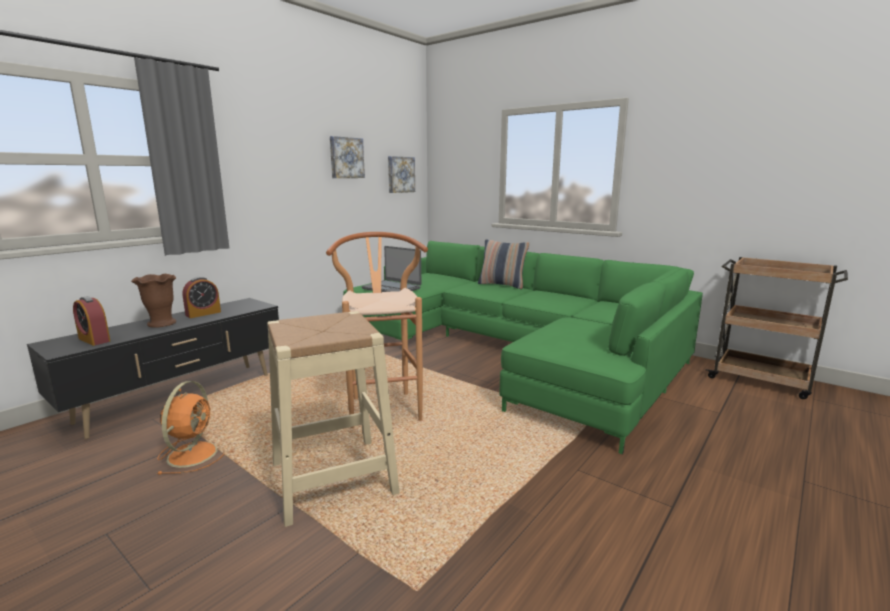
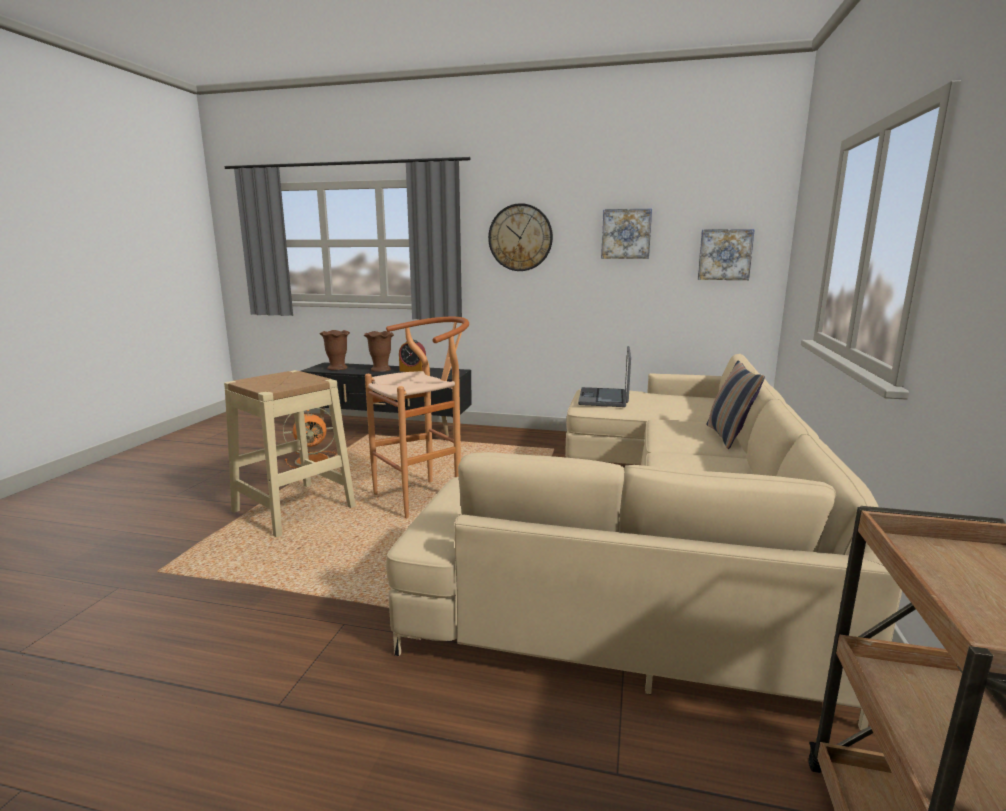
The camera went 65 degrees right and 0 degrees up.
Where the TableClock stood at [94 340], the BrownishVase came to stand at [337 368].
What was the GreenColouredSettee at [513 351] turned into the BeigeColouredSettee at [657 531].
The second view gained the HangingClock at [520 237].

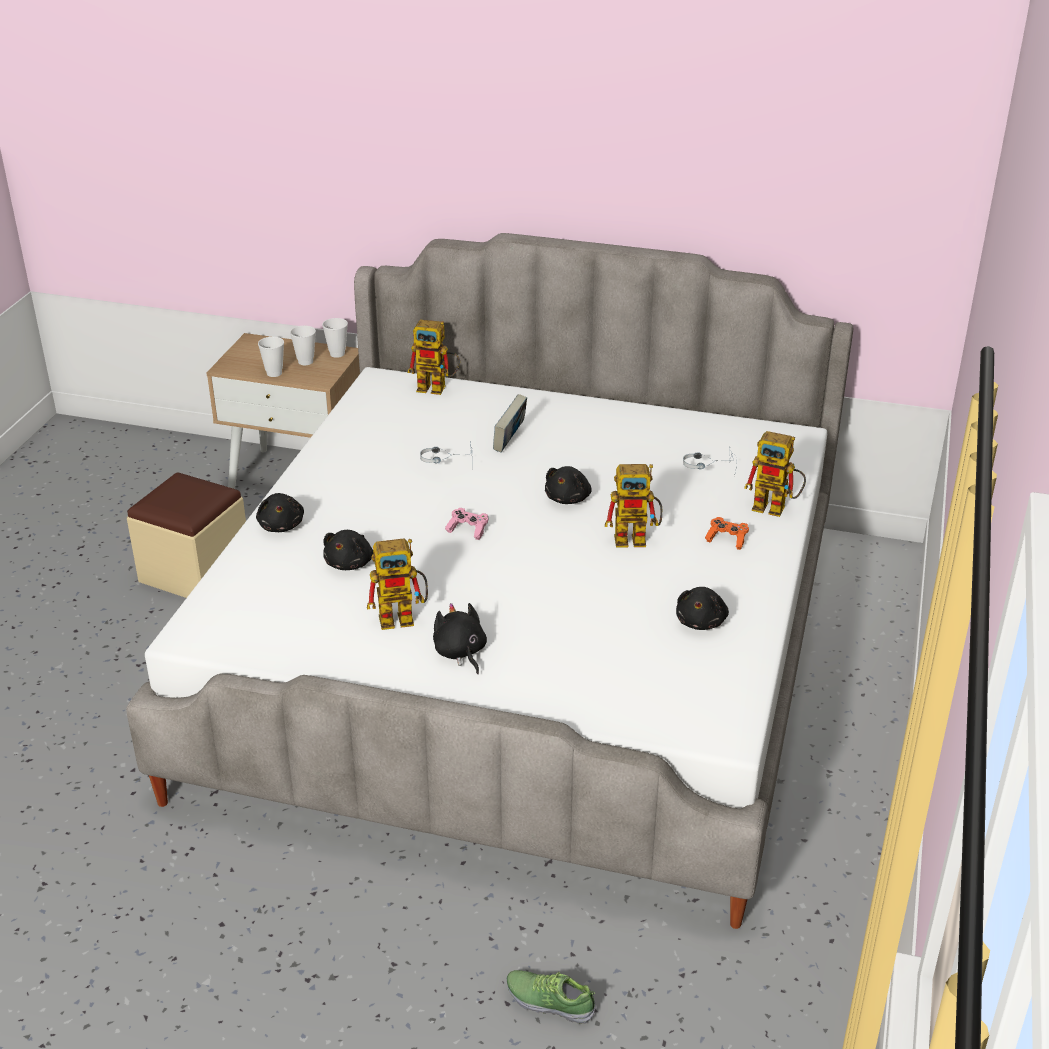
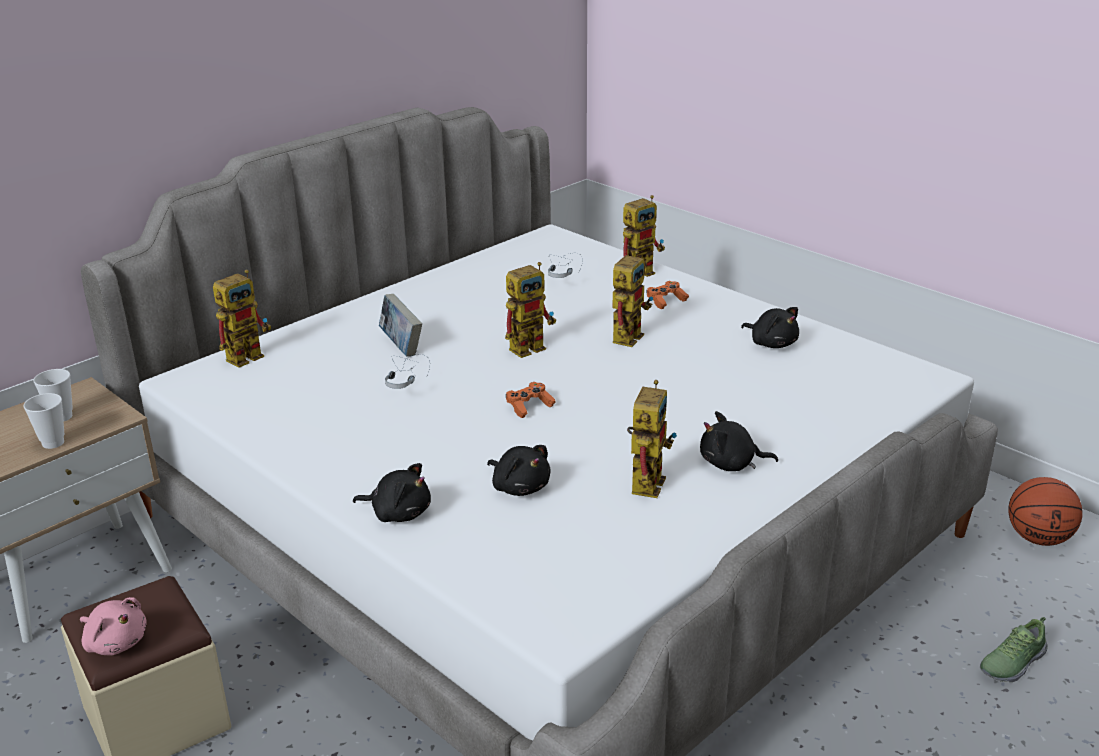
The camera went 60 degrees left and 5 degrees down.
The second view gained the PinkishPlushToy at [115 642].
Where the BlackColouredPlushToy stood at [568 498], the ModelRobot came to stand at [531 346].
What was the PinkishJoypad at [468 530] turned into the OrangeColouredJoypad at [529 406].
The second view gained the BasketballBall at [1038 538].
The second view lost the DrinkingCup at [337 354].

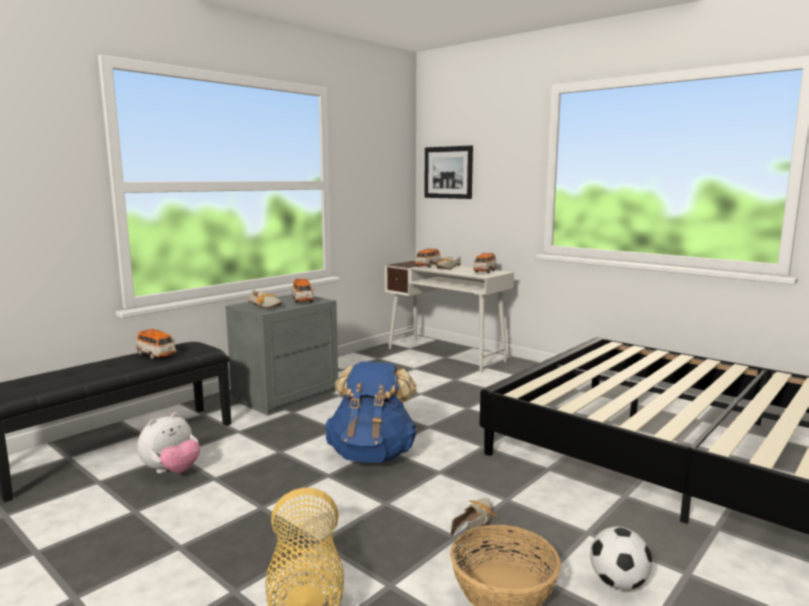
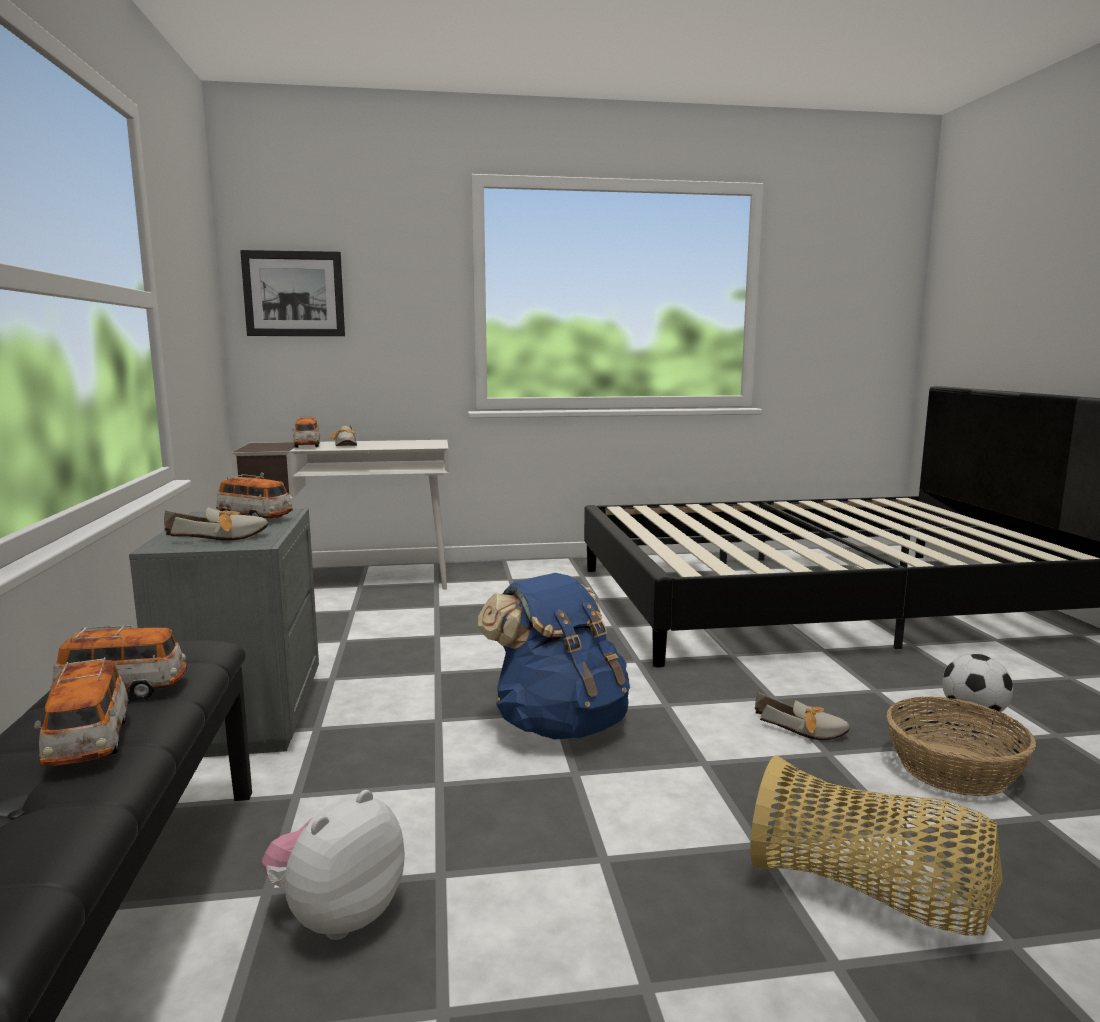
The camera went 50 degrees left and 0 degrees up.
The MiniatureCar ended up elsewhere, having gone from [485 271] to [89 744].
The PlushToy at [172 471] ended up facing another way, 135 degrees counterclockwise from before.
The ItemOfFootwear at [475 522] ended up facing another way, 135 degrees clockwise from before.

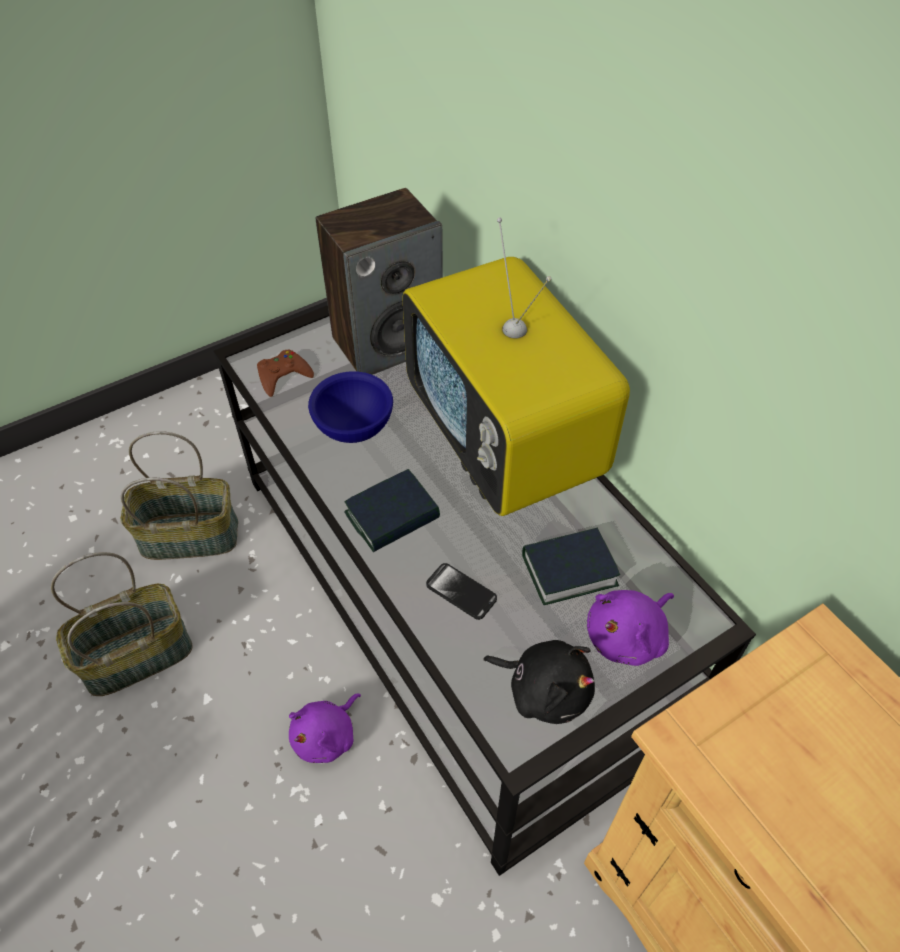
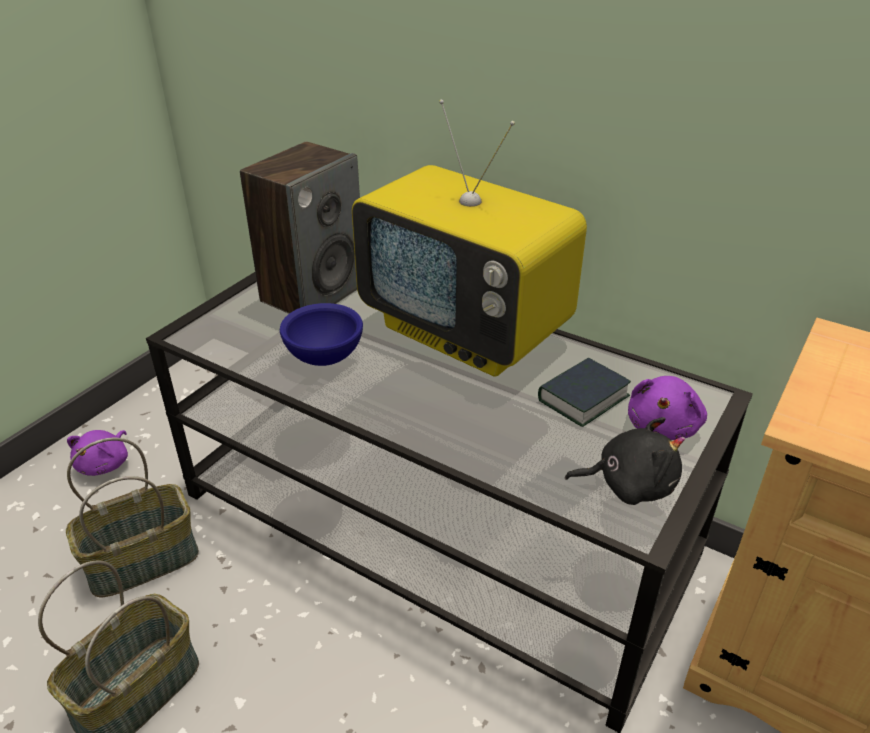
The camera went 25 degrees left and 15 degrees down.
The PurpleColouredPlushToy ended up elsewhere, having gone from [327 736] to [105 464].
The second view lost the BrownishJoypad at [283 376].
The second view lost the Volume at [392 516].
The second view lost the Handset at [461 592].

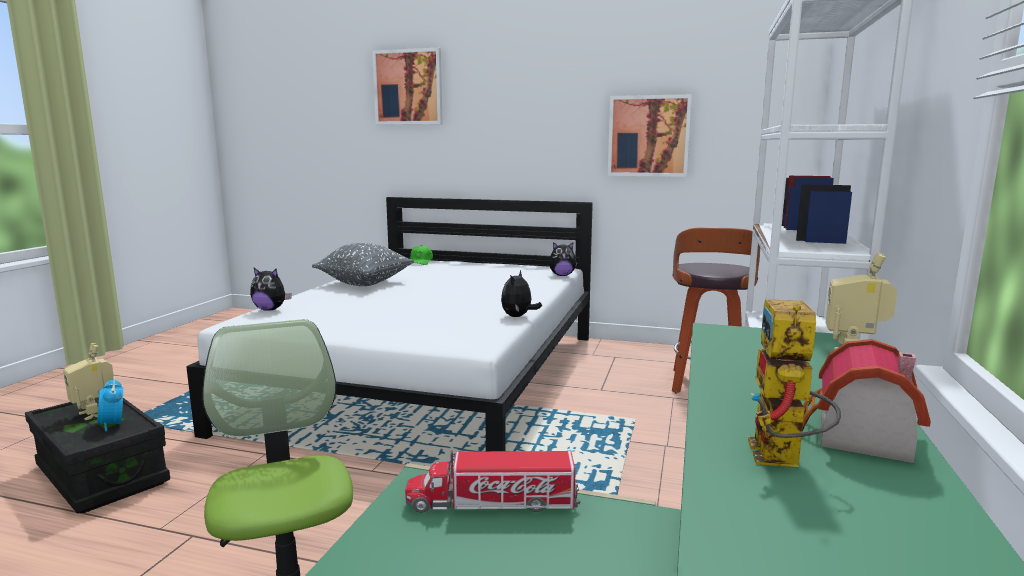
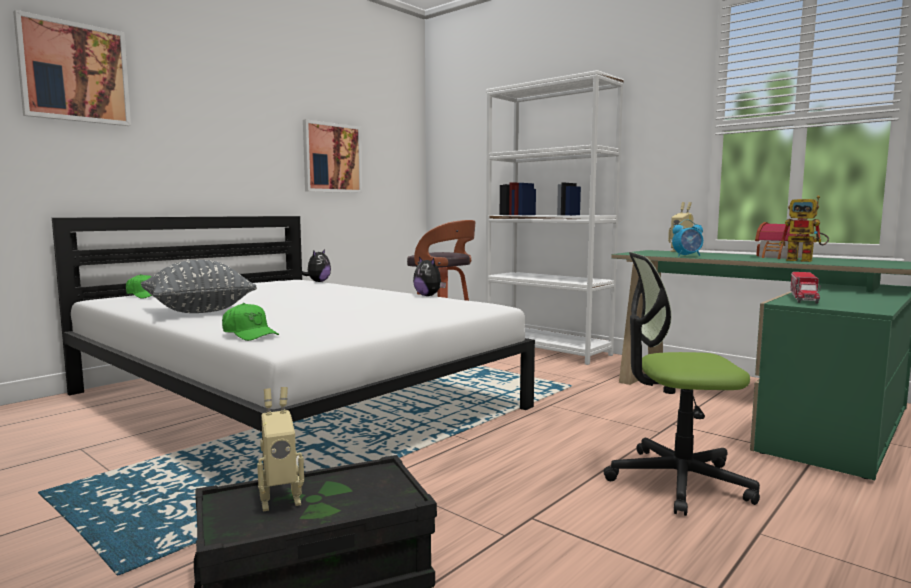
The camera went 65 degrees left and 5 degrees down.
Where the PlushToy stood at [270 309], the GreenColouredBaseballCap came to stand at [249 334].
The TableClock ended up elsewhere, having gone from [113 424] to [687 256].

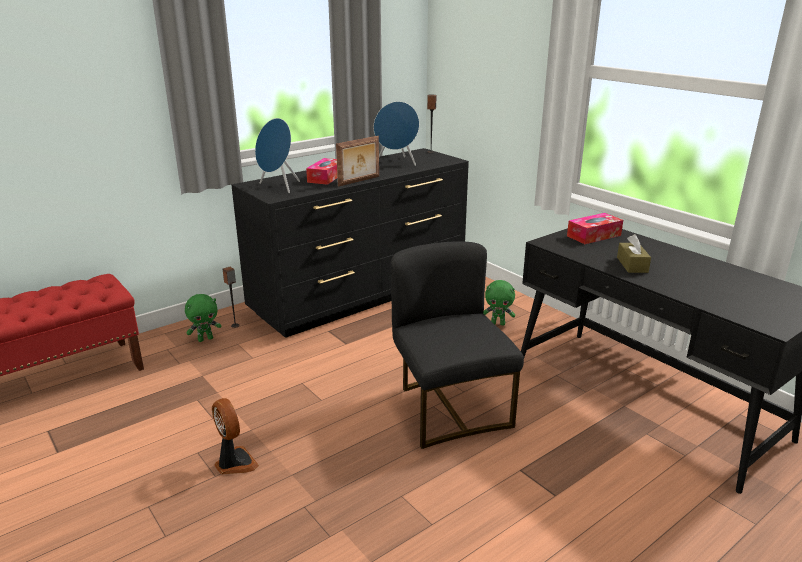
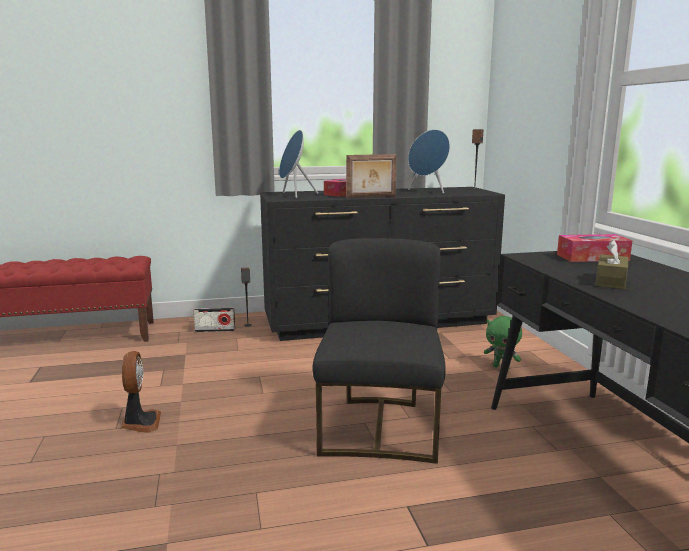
The camera went 25 degrees right and 10 degrees down.
Where the GreenColouredPlushToy stood at [205 339], the Radio came to stand at [215 330].

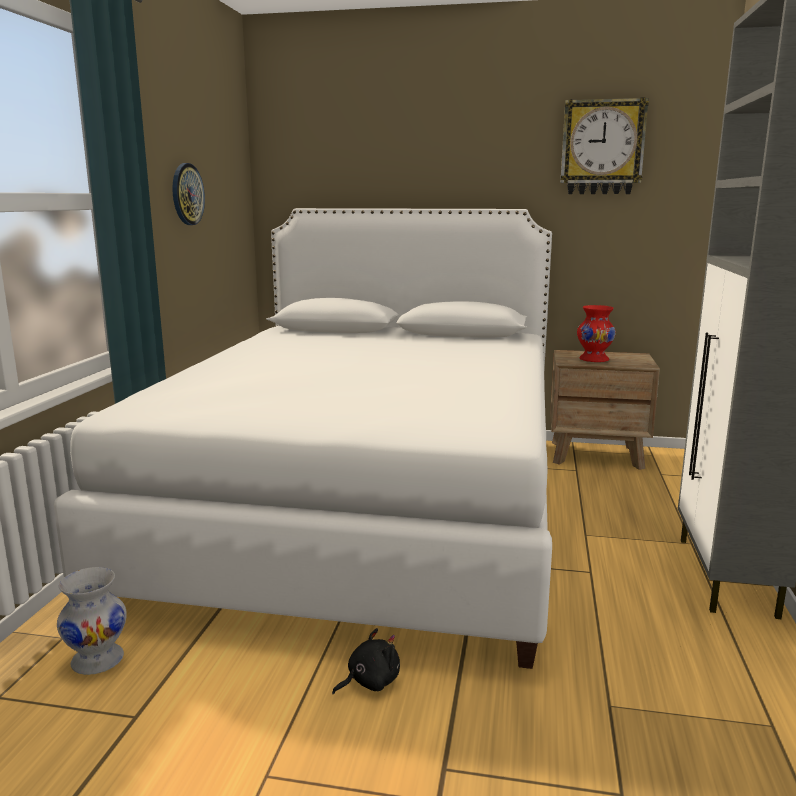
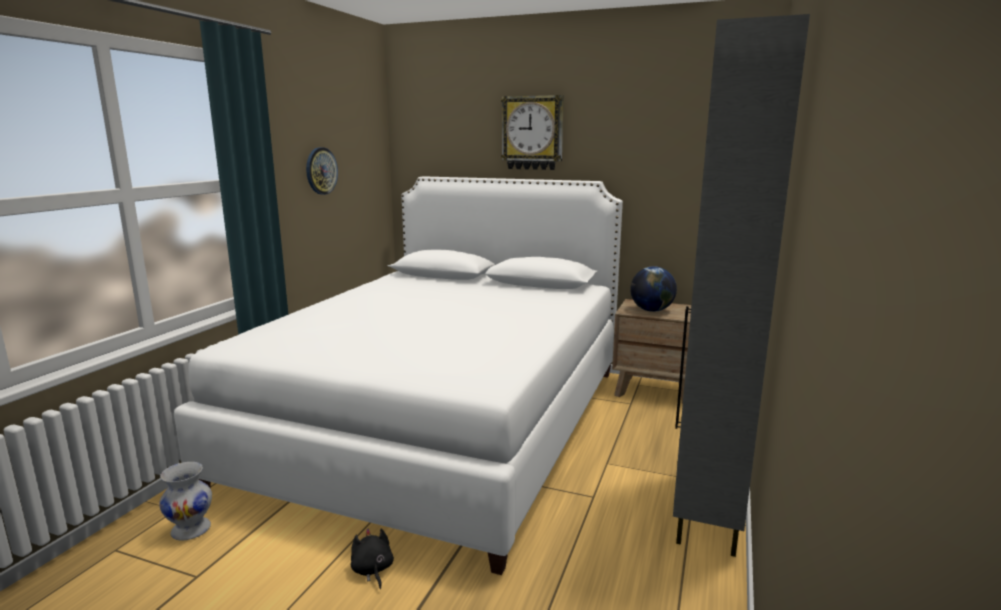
The camera went 10 degrees right and 0 degrees up.
The BlackColouredPlushToy at [370 681] ended up facing another way, 90 degrees counterclockwise from before.
The HangingClock ended up elsewhere, having gone from [602 147] to [532 133].
Where the RedColouredVase stood at [594 359], the WorldGlobe came to stand at [651 310].

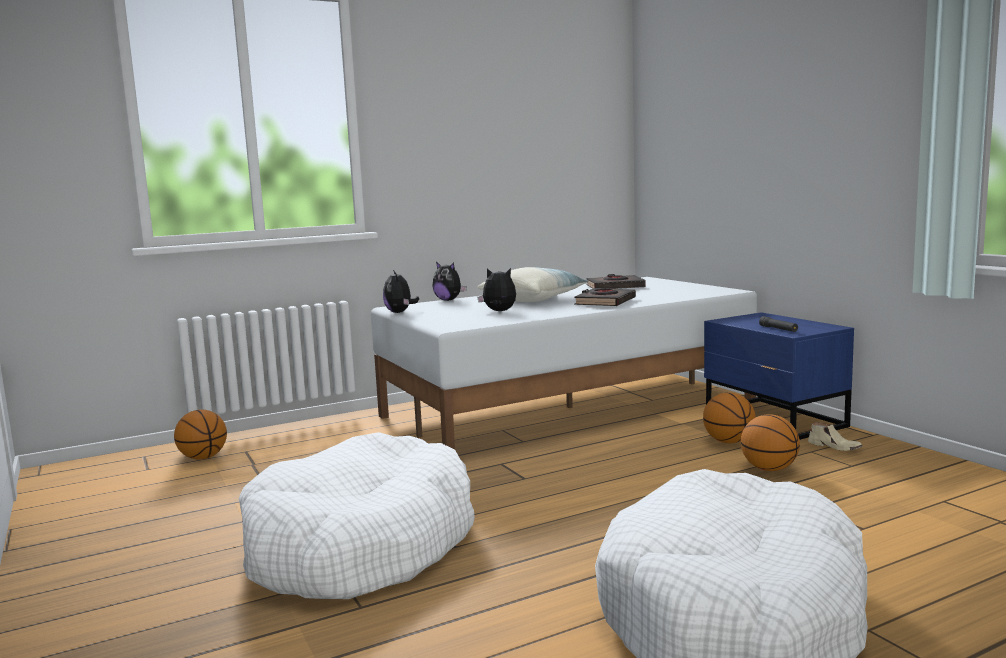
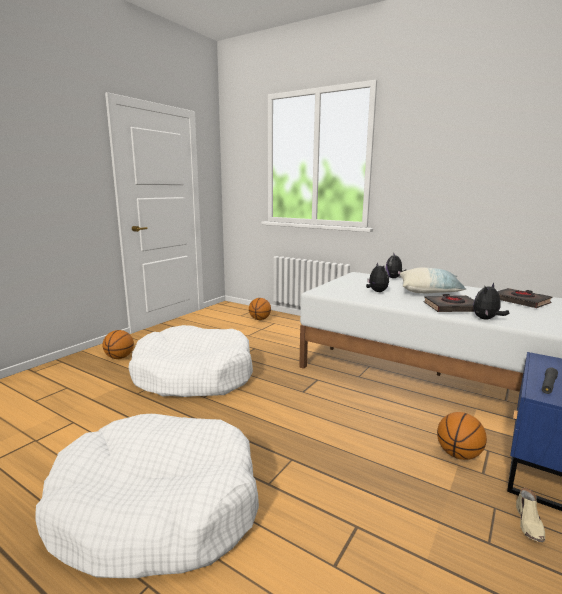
The camera went 60 degrees right and 5 degrees up.
The BasketballBall ended up elsewhere, having gone from [769 469] to [120 357].
The PlushToy ended up elsewhere, having gone from [400 312] to [486 319].

